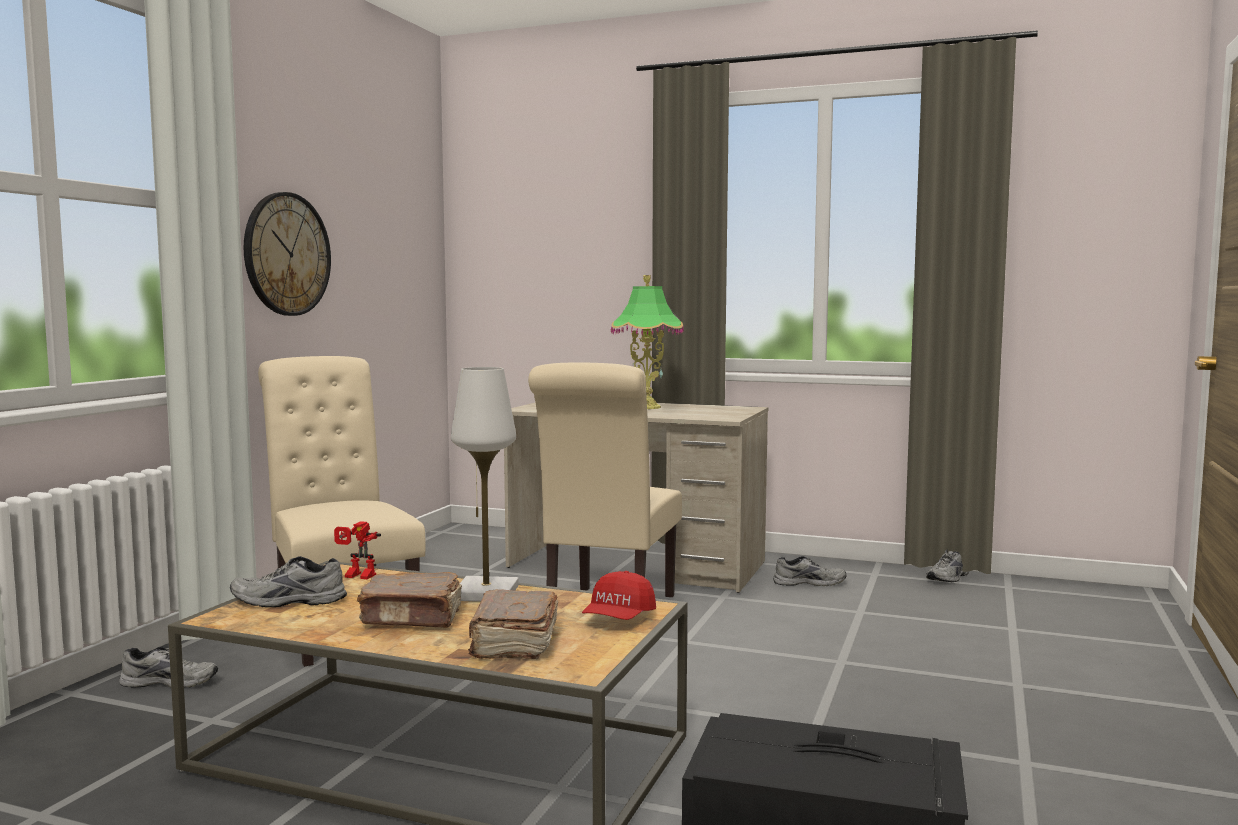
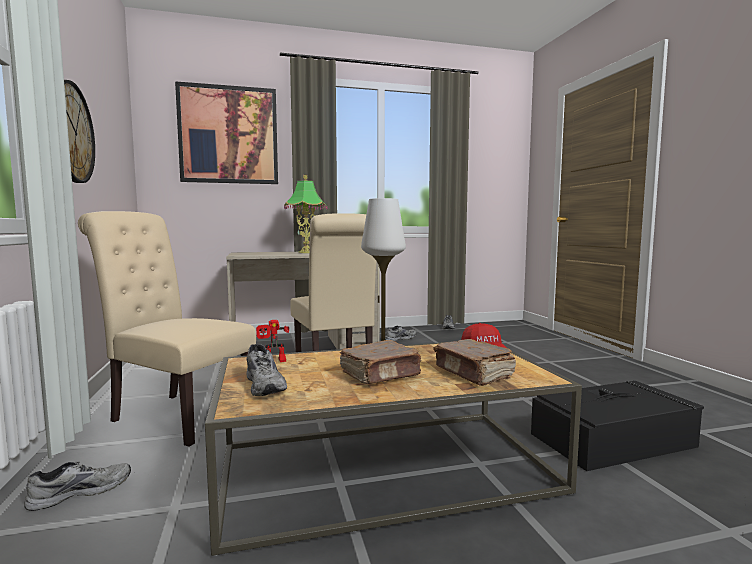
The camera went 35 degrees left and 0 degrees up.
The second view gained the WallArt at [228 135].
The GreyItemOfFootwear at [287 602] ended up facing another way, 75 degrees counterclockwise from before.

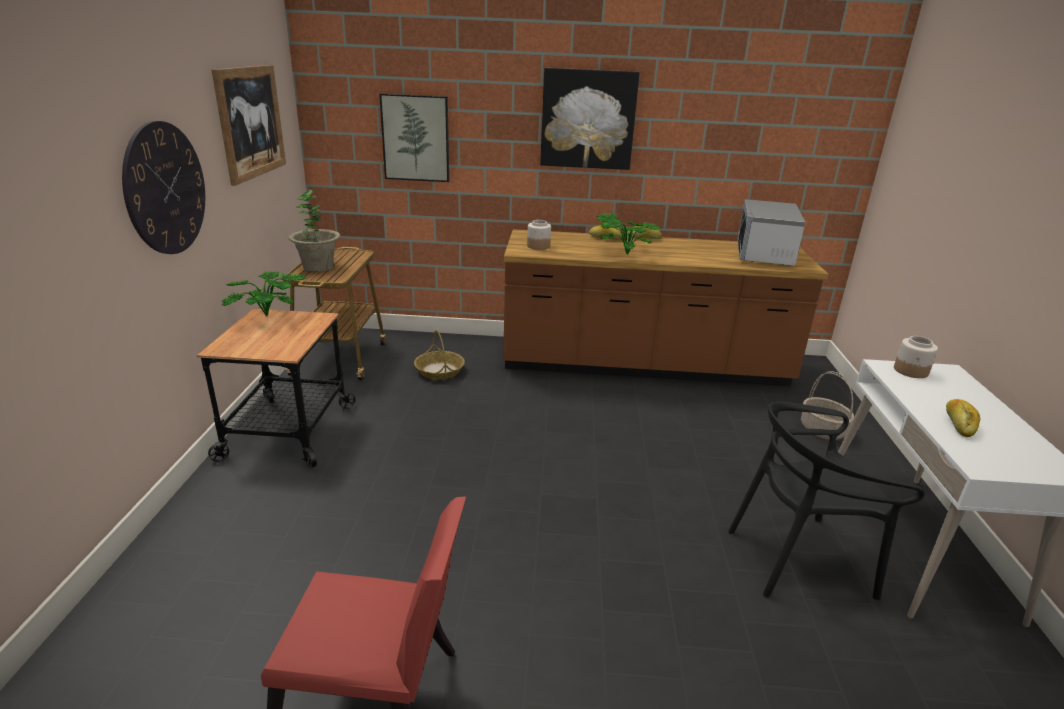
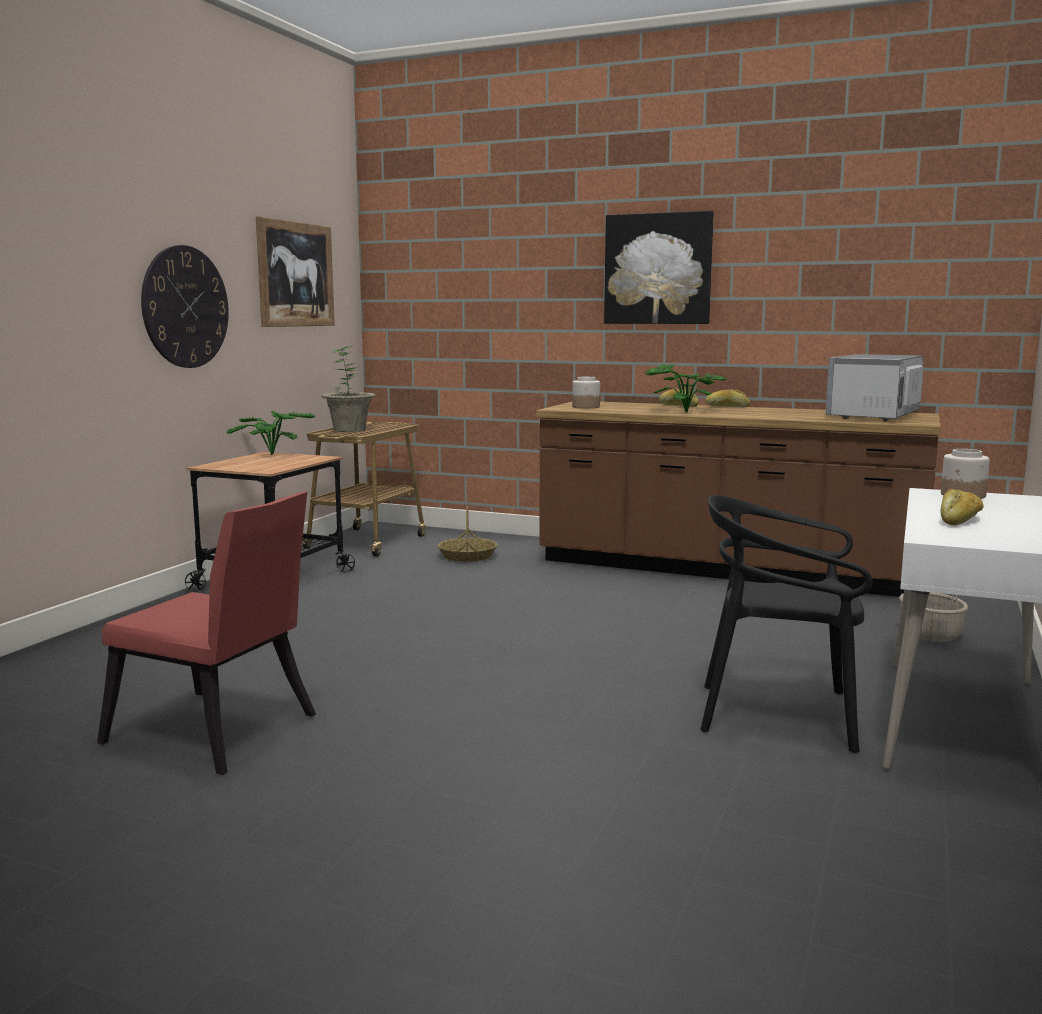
The camera went 20 degrees right and 15 degrees down.
The second view lost the WallArt at [416 138].

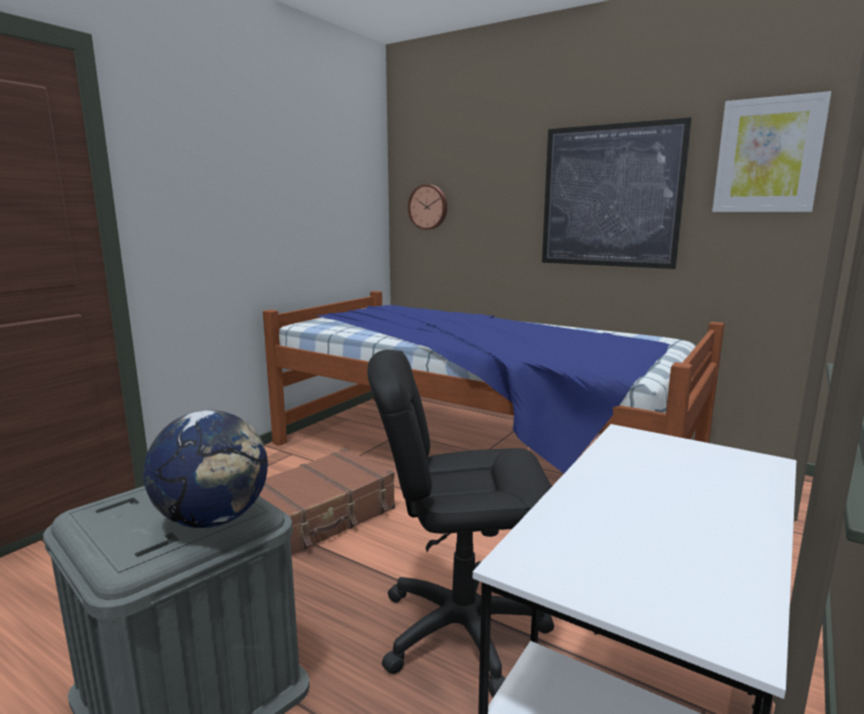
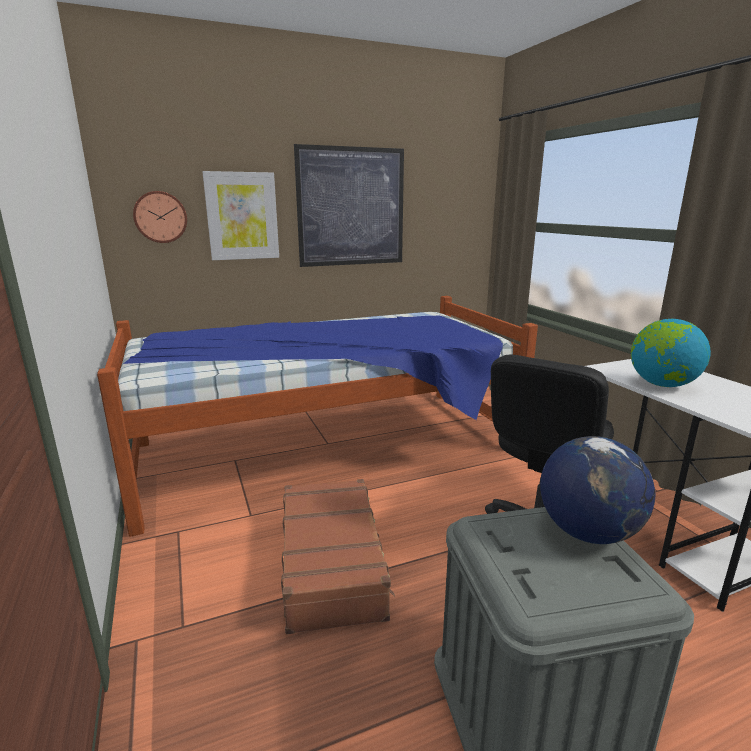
The camera went 55 degrees left and 5 degrees up.
The WallArt ended up elsewhere, having gone from [768 156] to [242 216].
The second view gained the WorldGlobe at [662 385].

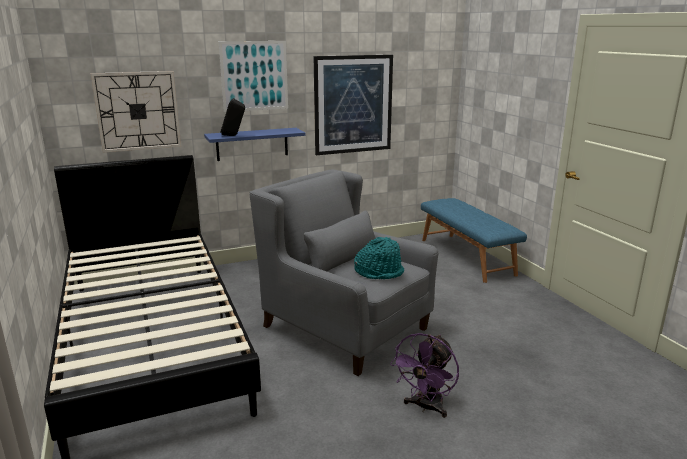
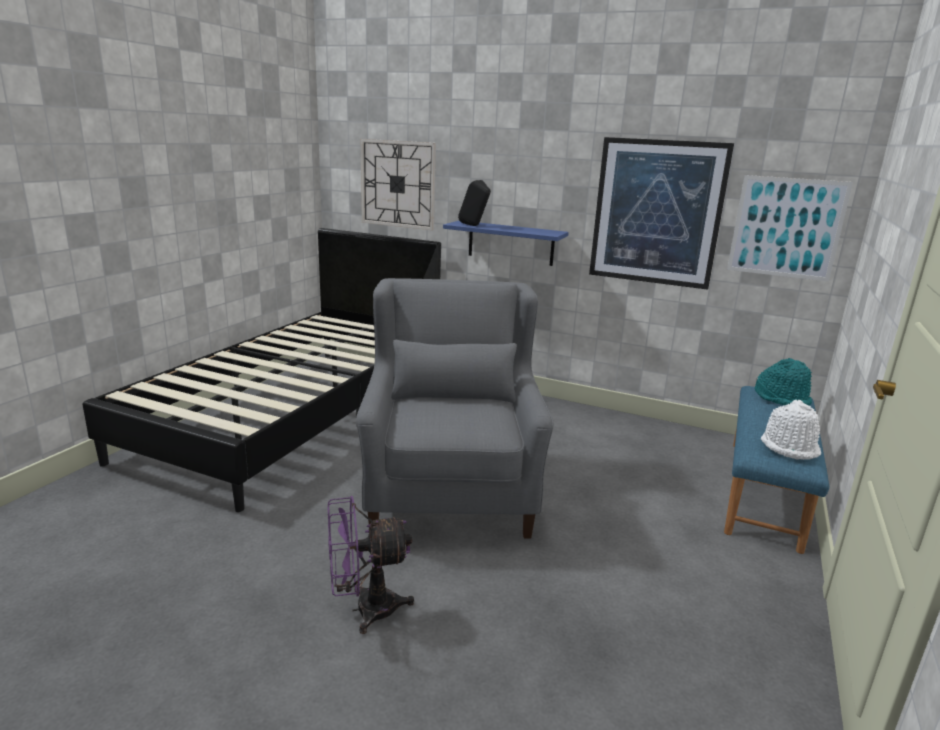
The camera went 45 degrees right and 0 degrees up.
The WallArt ended up elsewhere, having gone from [254 76] to [786 228].
The TurquoiseHat ended up elsewhere, having gone from [379 272] to [782 398].
The second view gained the WhiteHat at [790 447].

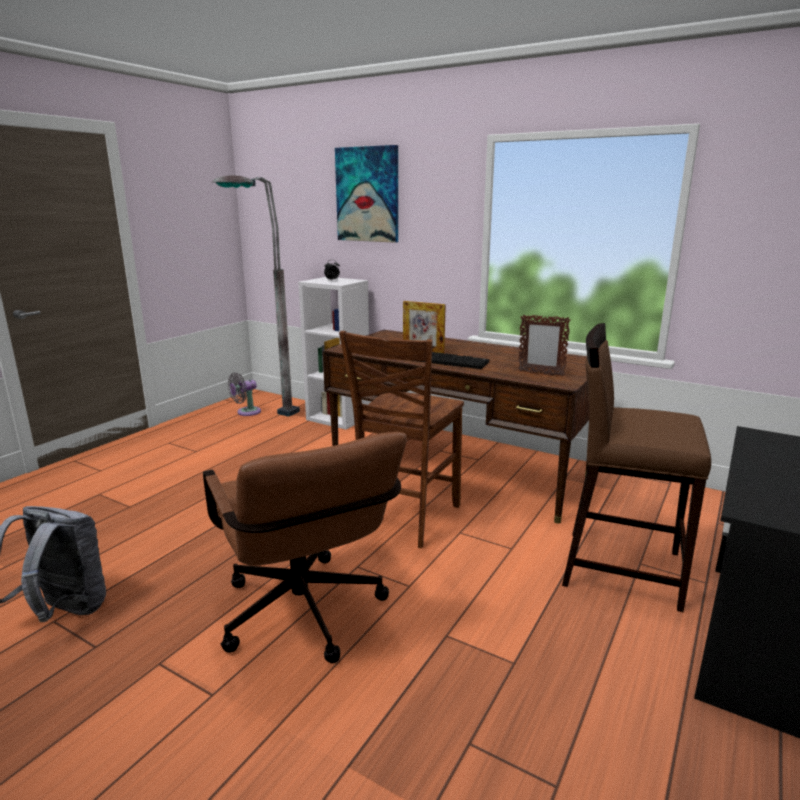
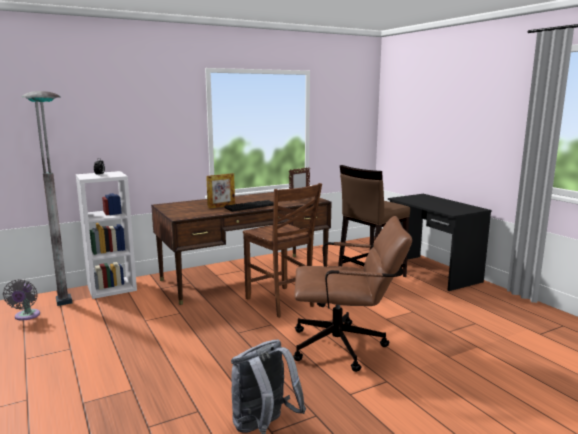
The camera went 60 degrees left and 5 degrees down.
The second view lost the WallArt at [367 194].

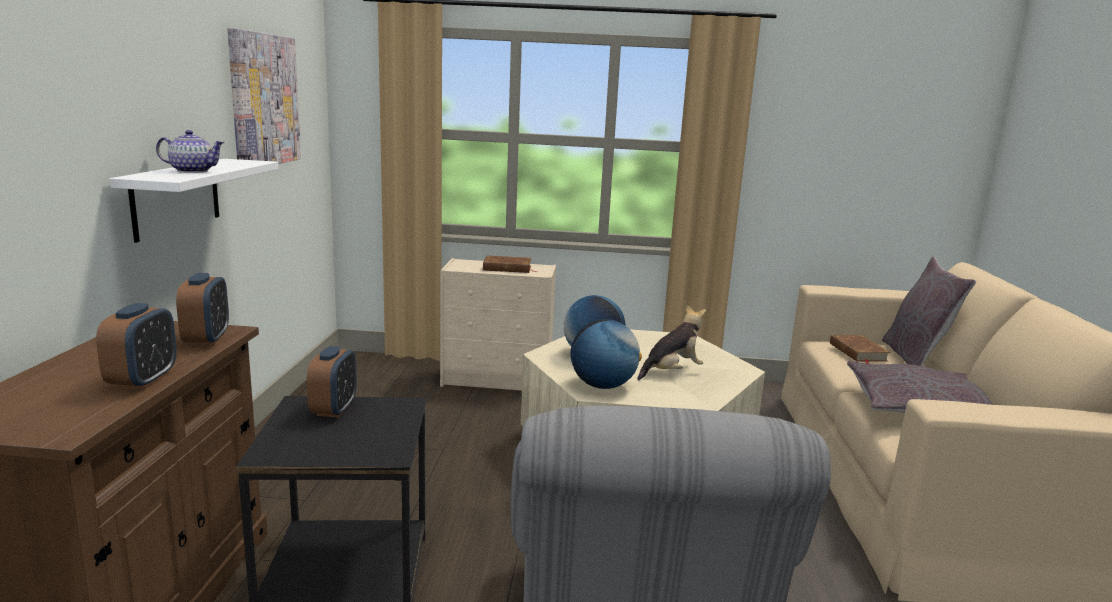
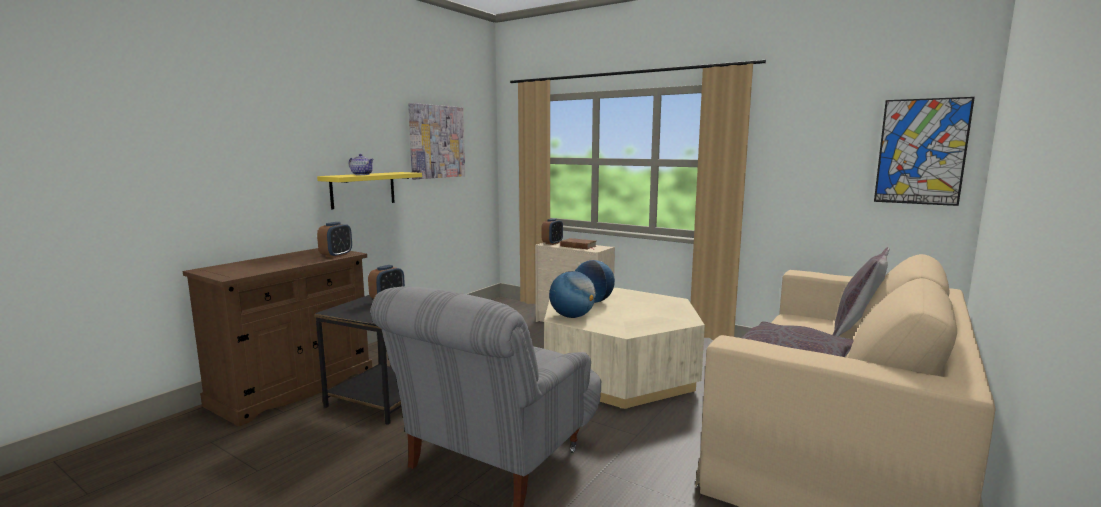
The camera went 30 degrees right and 5 degrees down.
What was the WhiteWallShelf at [176 198] turned into the YellowColouredWallShelf at [363 189].
The TableClock ended up elsewhere, having gone from [143 380] to [552 243].
The second view gained the WallArt at [921 152].
The second view lost the PlushToy at [671 372].
The second view lost the BrownishVolume at [857 352].

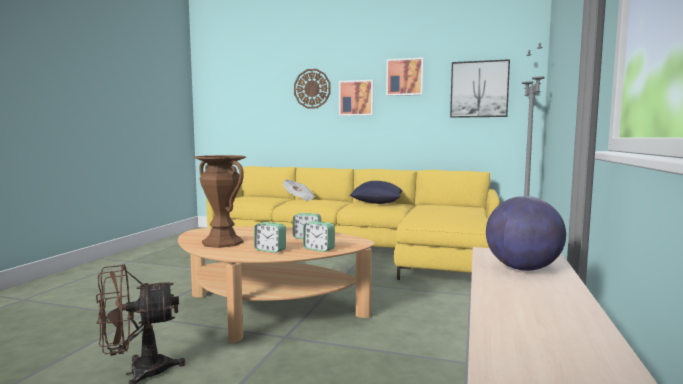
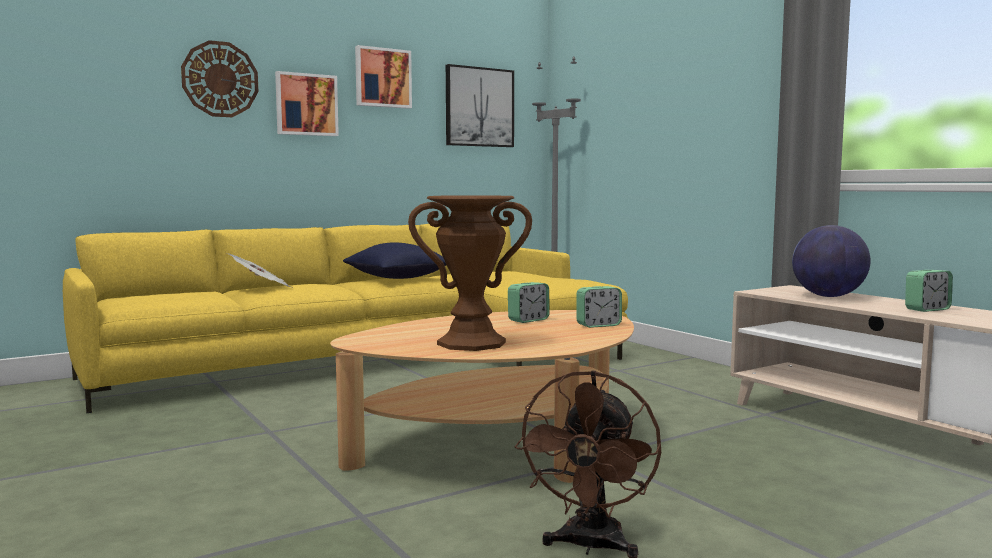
The camera went 50 degrees left and 0 degrees up.
The TableClock ended up elsewhere, having gone from [270 250] to [927 309].

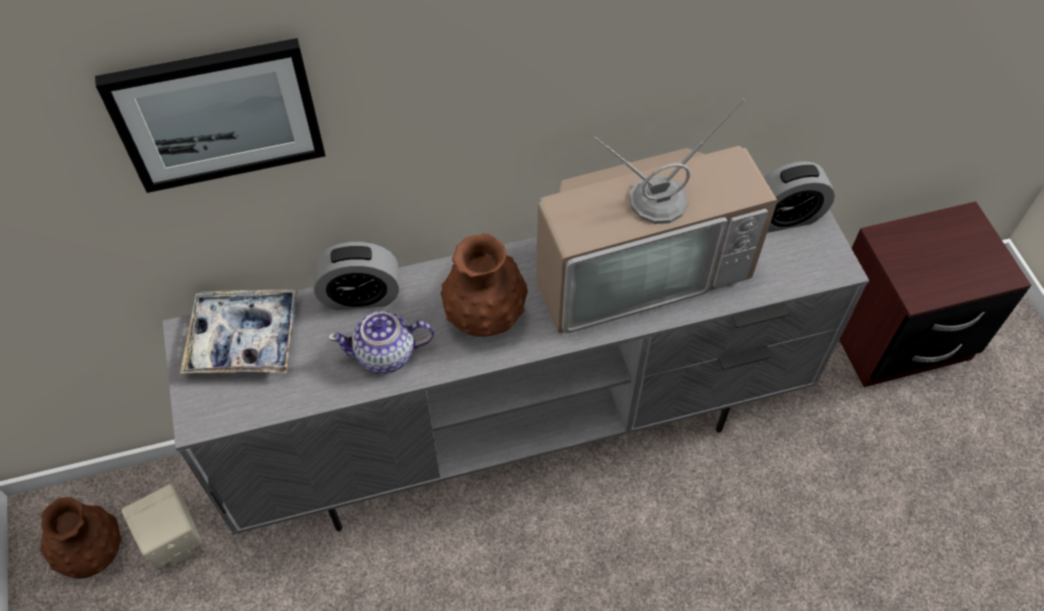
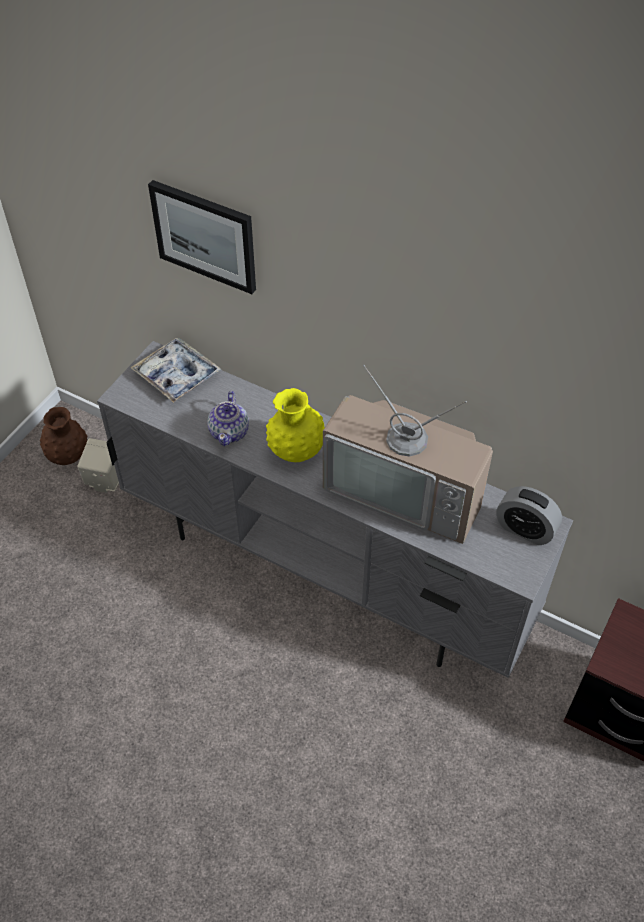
The camera went 45 degrees right and 5 degrees down.
The PotForTea at [386 354] ended up facing another way, 120 degrees counterclockwise from before.
What was the BrownishVase at [485 317] turned into the YellowColouredVase at [296 451].
The second view lost the TableClock at [360 296].

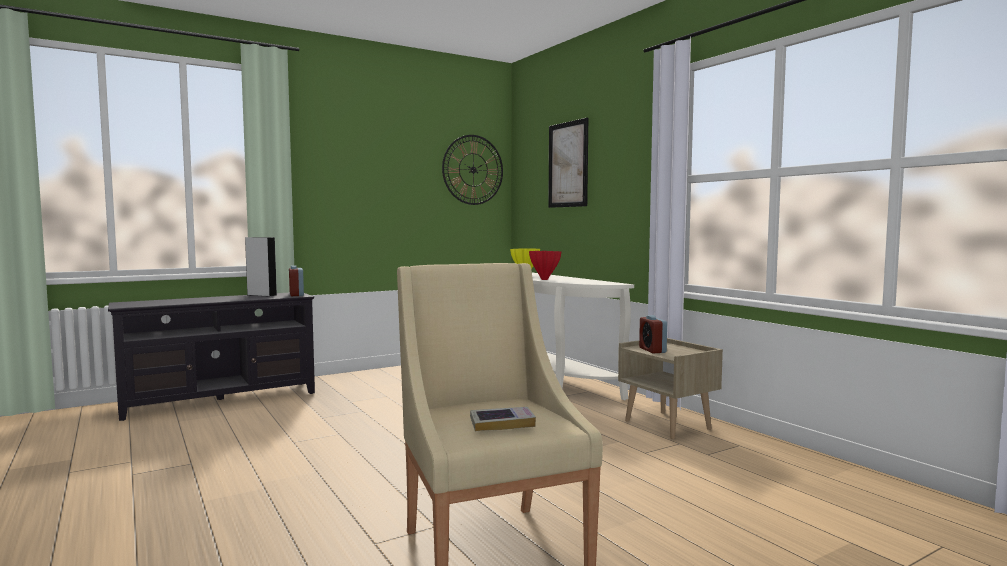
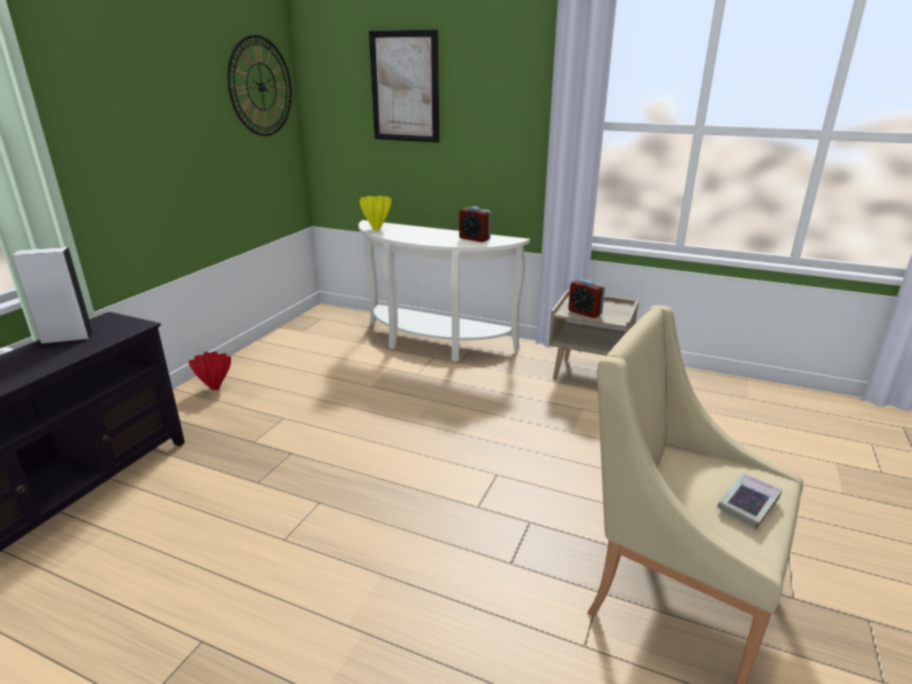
The camera went 35 degrees left and 20 degrees up.
The RedColouredVase ended up elsewhere, having gone from [543 279] to [214 388].
The TableClock ended up elsewhere, having gone from [296 295] to [474 239].

